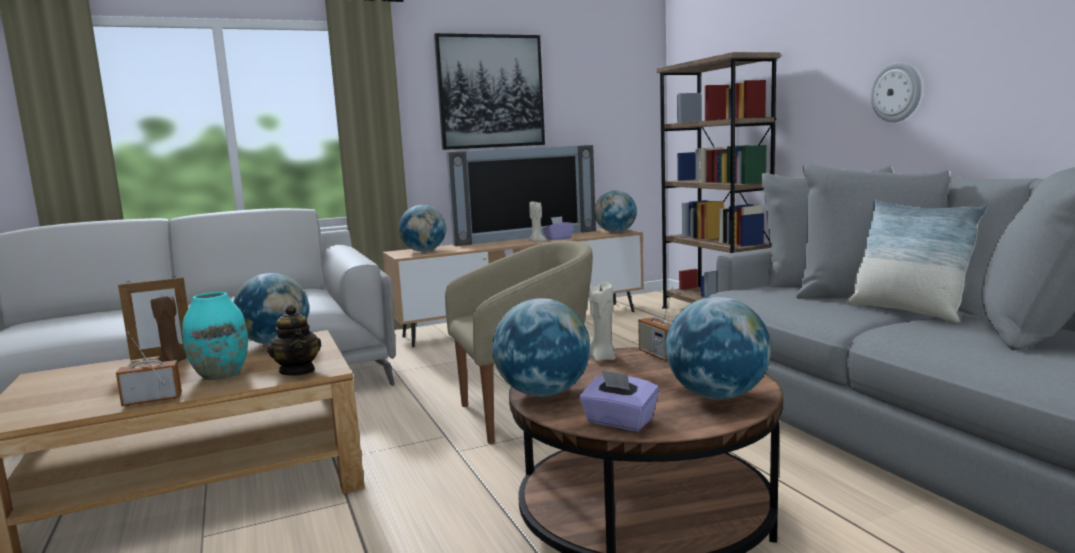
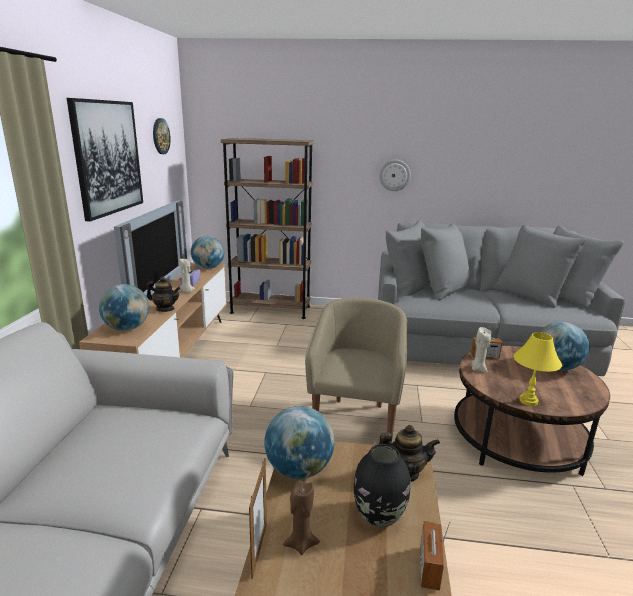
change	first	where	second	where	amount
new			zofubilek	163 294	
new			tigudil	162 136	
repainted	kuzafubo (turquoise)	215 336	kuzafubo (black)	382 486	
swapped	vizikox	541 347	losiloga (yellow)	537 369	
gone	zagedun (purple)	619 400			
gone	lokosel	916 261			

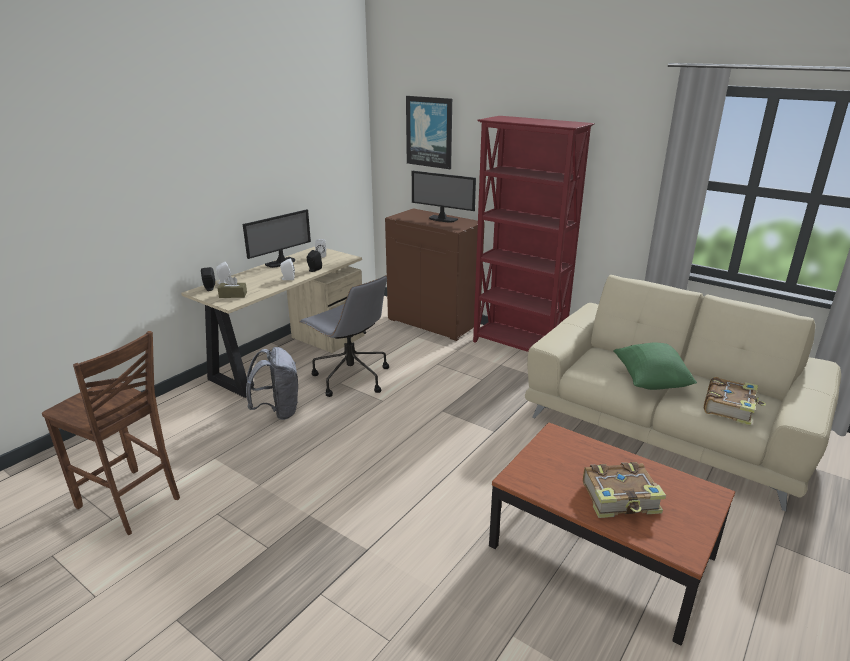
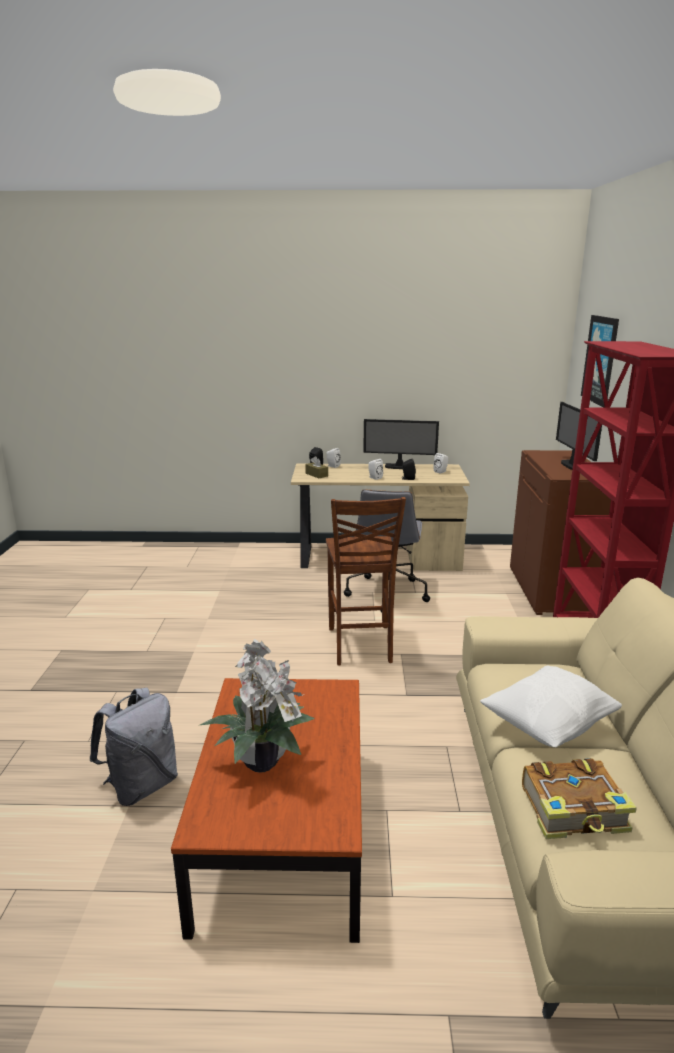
change	first	where	second	where	amount
shifted	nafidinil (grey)	272 383		134 746	
swapped	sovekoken	624 490	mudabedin	257 706	
shifted	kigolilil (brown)	111 433		366 581	
repainted	lokosel (green)	655 366	lokosel (white)	551 706	

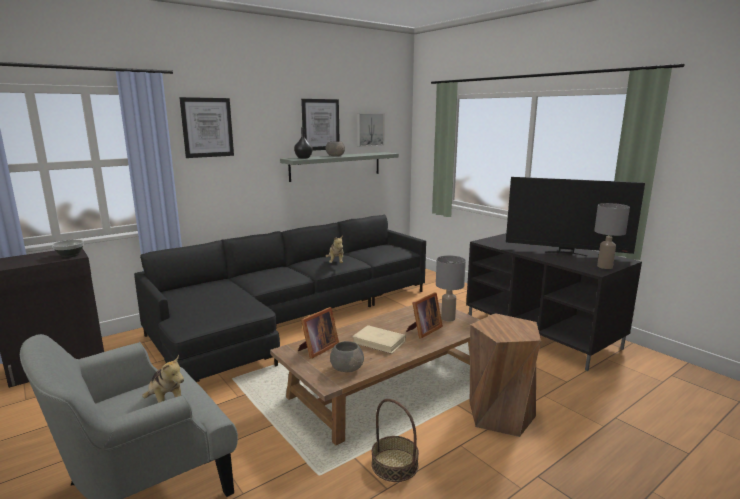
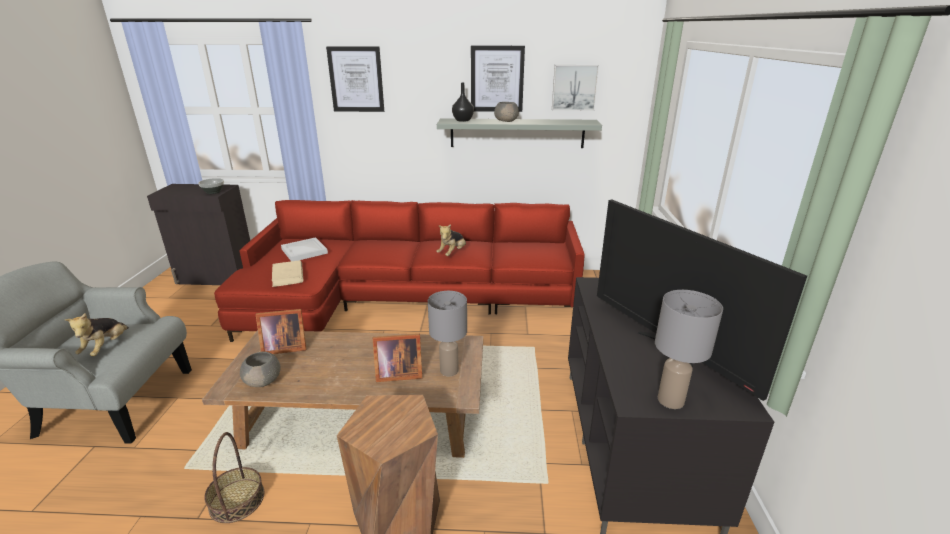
change	first	where	second	where	amount
repainted	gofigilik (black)	280 298	gofigilik (red)	399 271	
shifted	sovekoken (beige)	379 339		287 273	
new			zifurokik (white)	304 249	

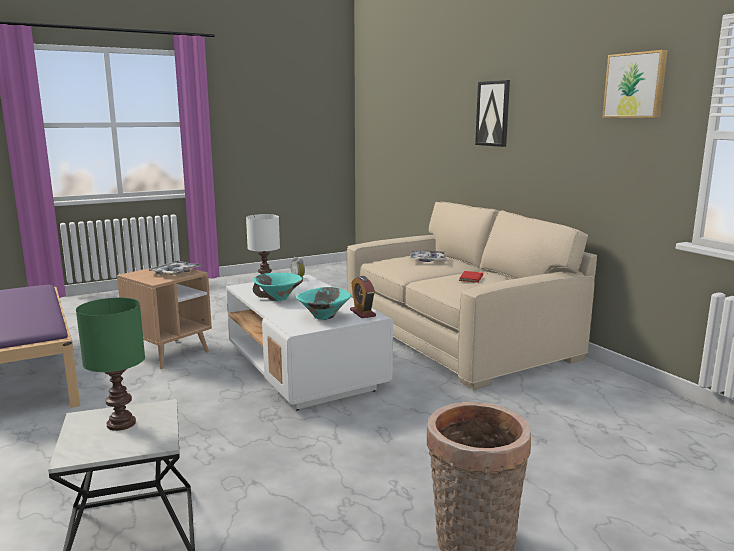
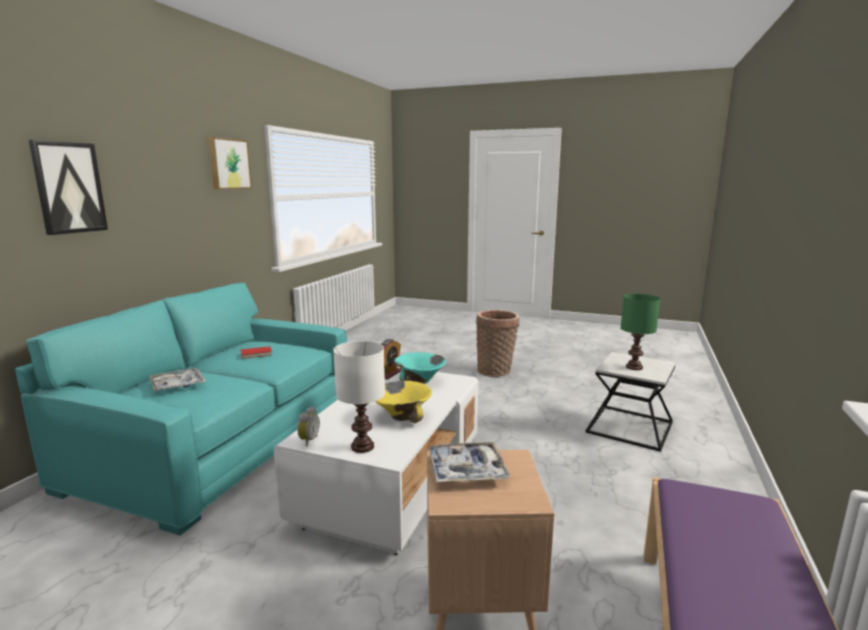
change	first	where	second	where	amount
repainted	gofigilik (beige)	472 296	gofigilik (turquoise)	181 409	
repainted	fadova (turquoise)	278 287	fadova (yellow)	403 402	

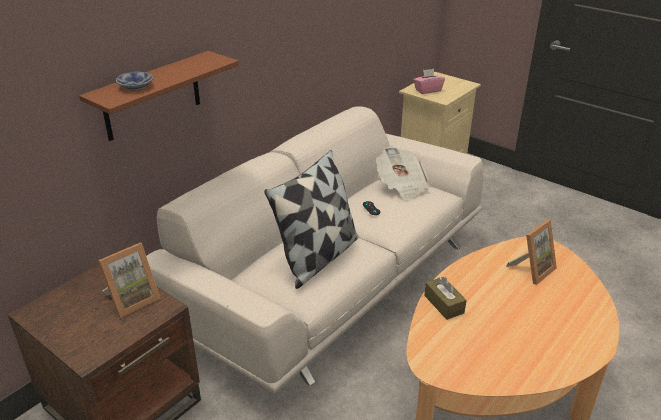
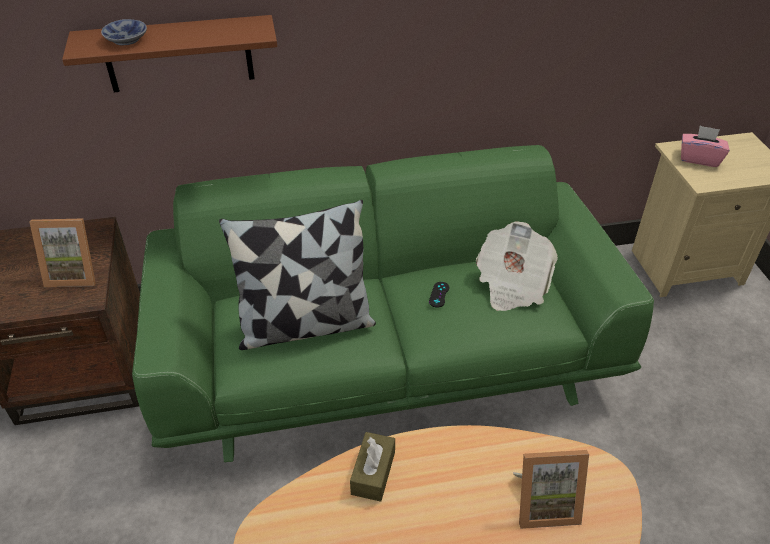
change	first	where	second	where	amount
repainted	gofigilik (white)	314 249	gofigilik (green)	393 303	

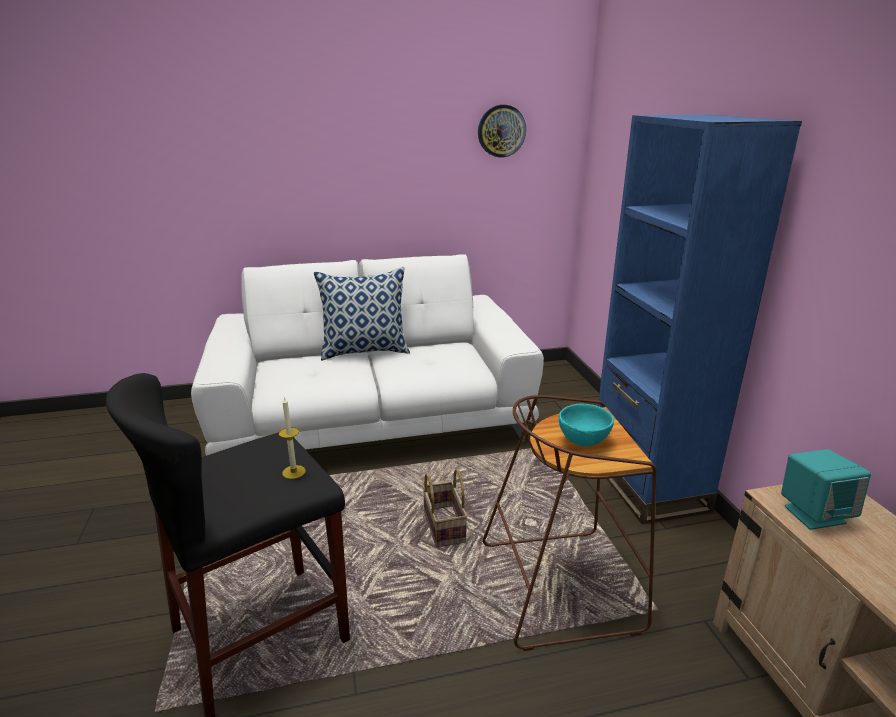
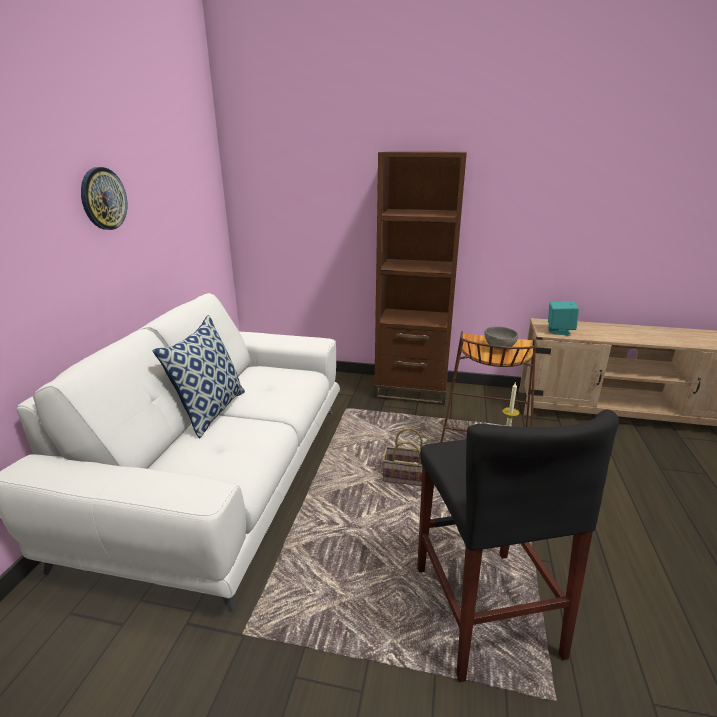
change	first	where	second	where	amount
shifted	tigudil	502 131		104 198	
repainted	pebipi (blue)	700 319	pebipi (brown)	420 278	
repainted	fadova (turquoise)	586 425	fadova (grey)	501 338	

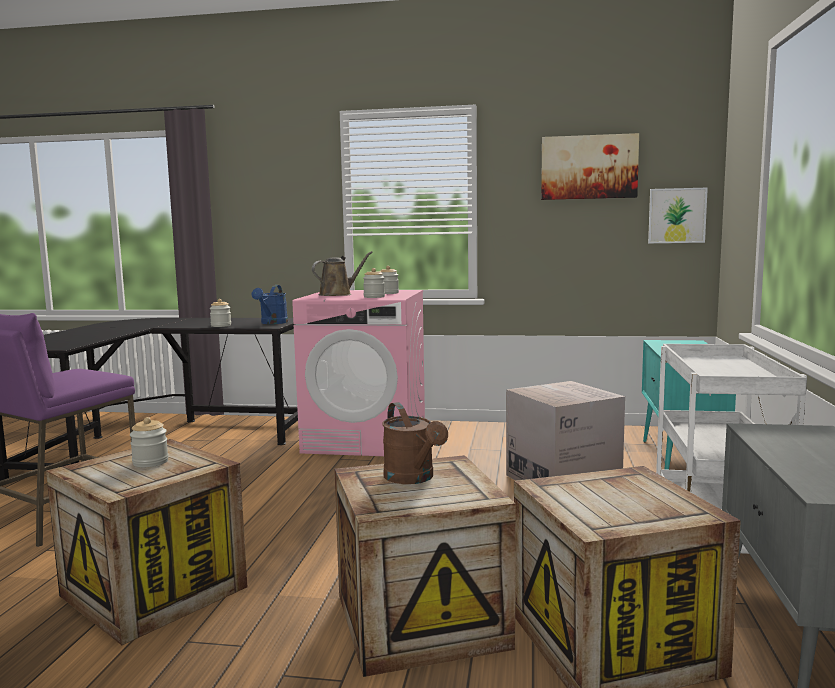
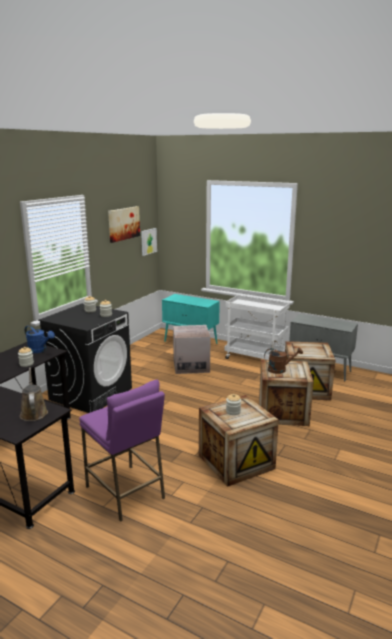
change	first	where	second	where	amount
shifted	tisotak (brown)	342 273		34 394	
repainted	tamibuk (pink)	358 373	tamibuk (black)	85 358	

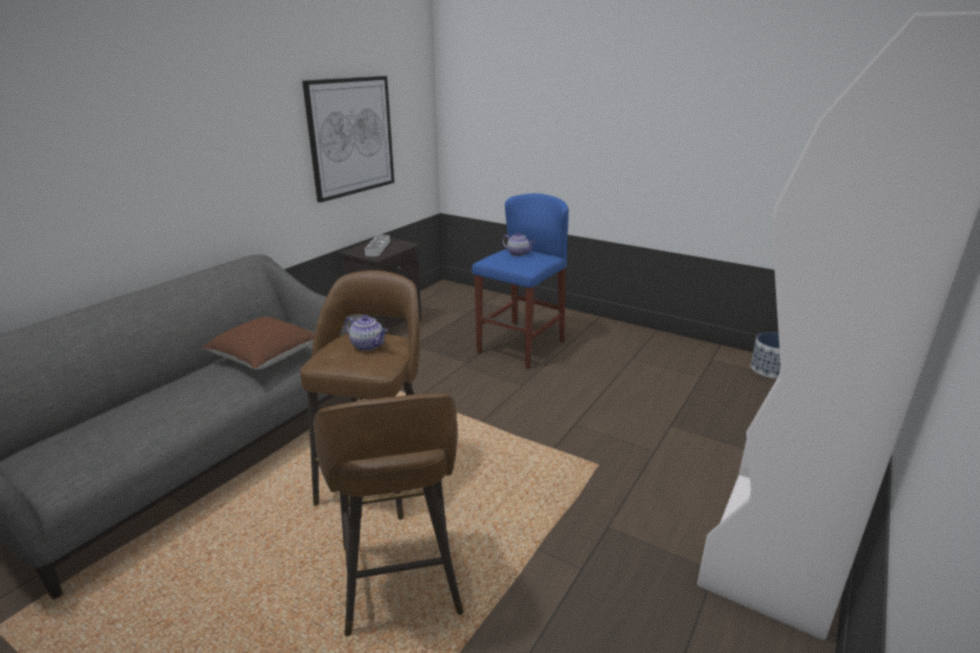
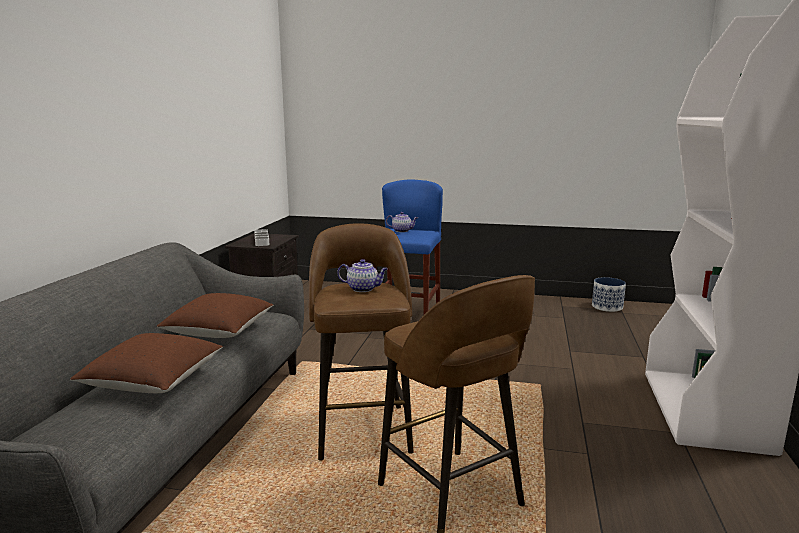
change	first	where	second	where	amount
new			lokosel (brown)	146 363	
gone	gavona	348 139			

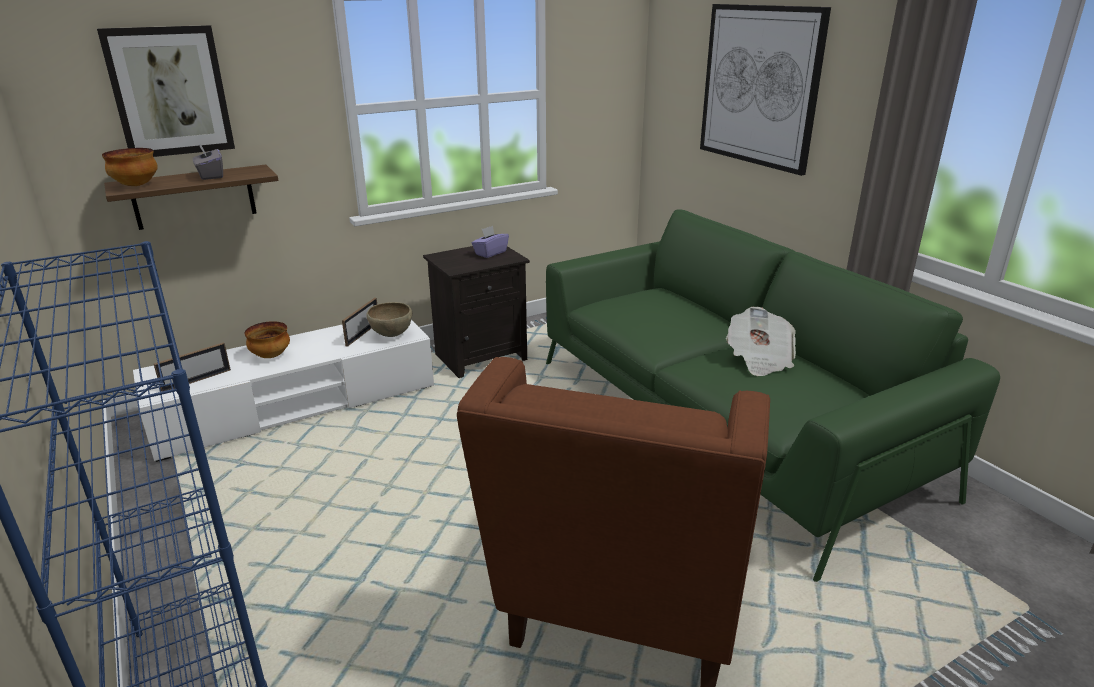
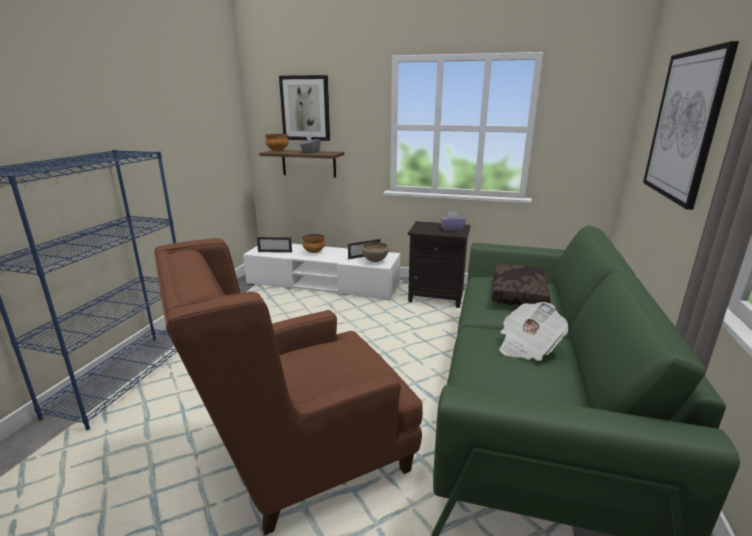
change	first	where	second	where	amount
new			lokosel (brown)	521 285	

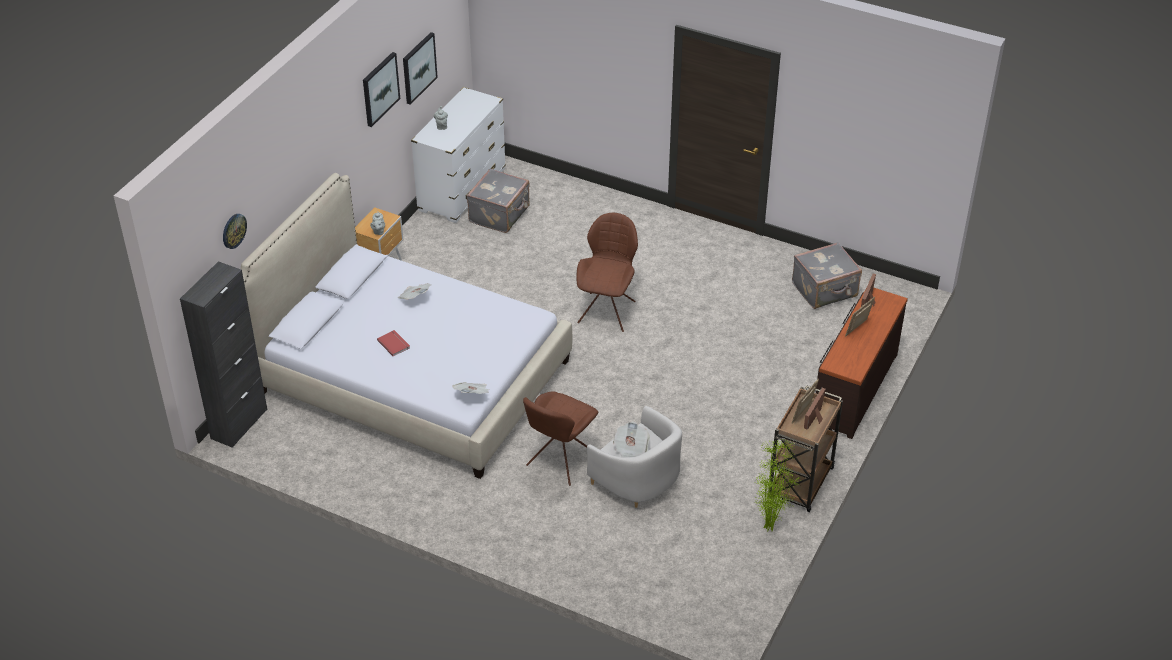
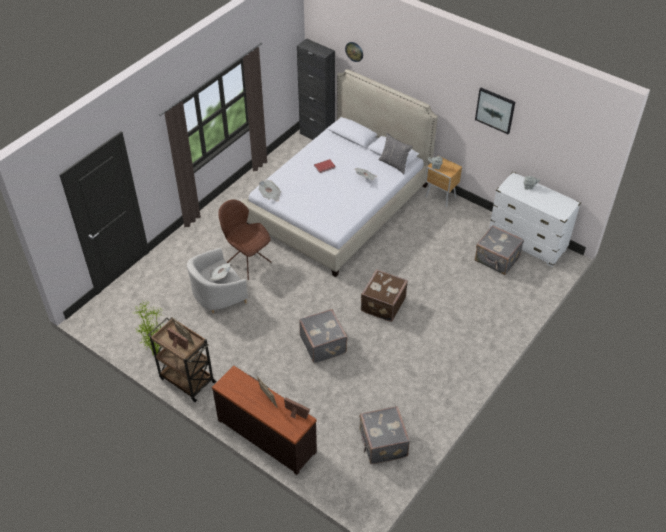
change	first	where	second	where	amount
new			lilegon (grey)	323 336	
swapped	kigolilil (brown)	607 272	lilegon (brown)	384 295	
new			lokosel (grey)	396 153	
gone	gavona	420 68			

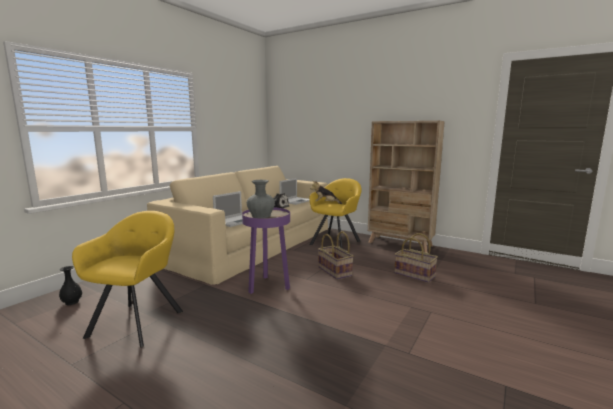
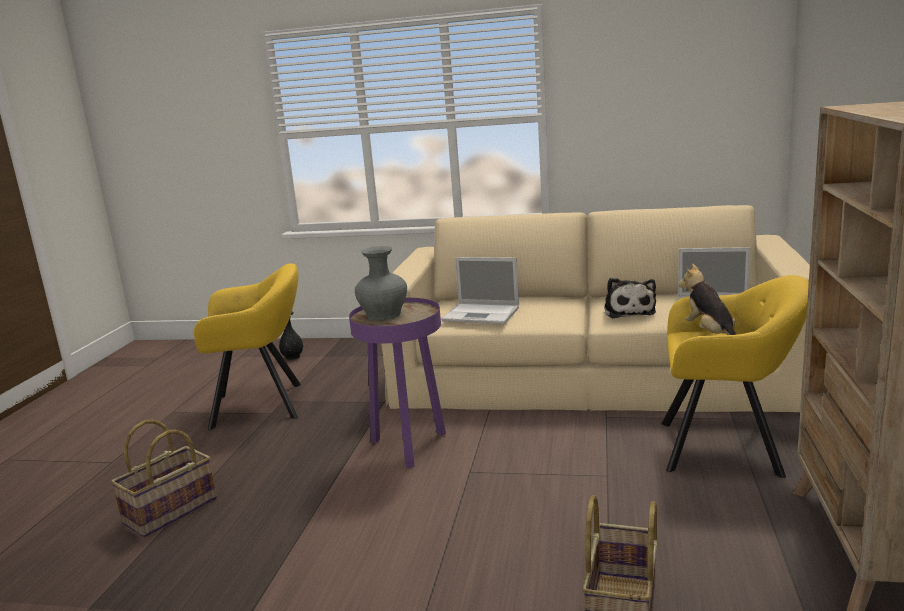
change	first	where	second	where	amount
shifted	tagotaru	336 255		164 478	

